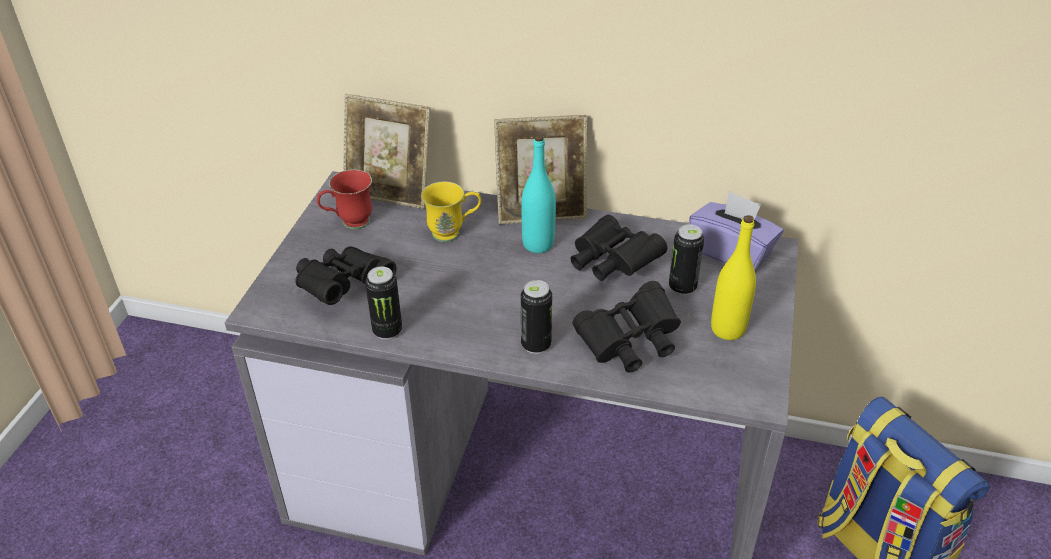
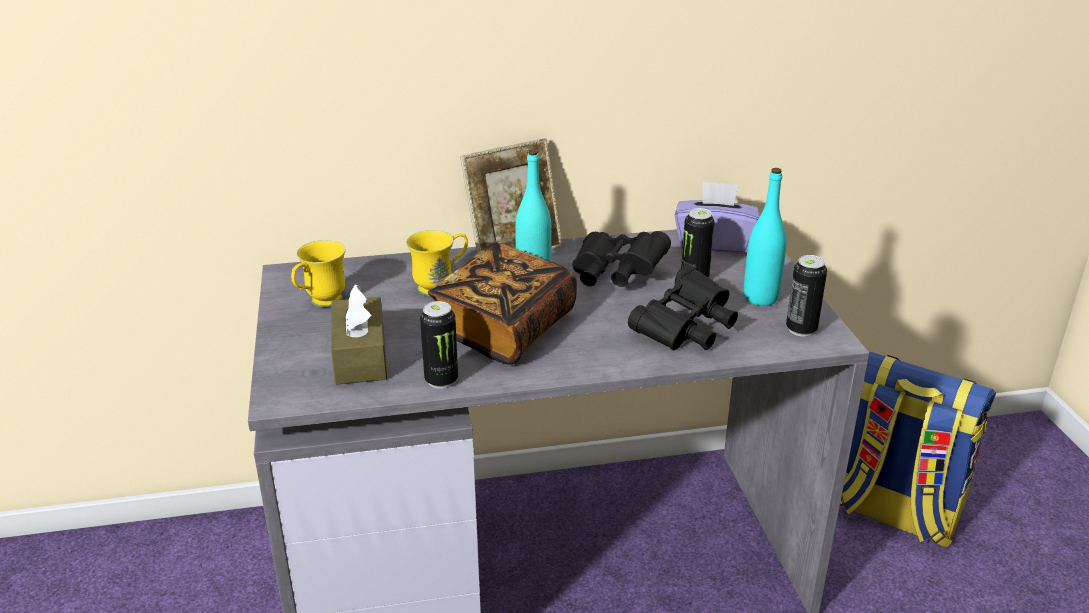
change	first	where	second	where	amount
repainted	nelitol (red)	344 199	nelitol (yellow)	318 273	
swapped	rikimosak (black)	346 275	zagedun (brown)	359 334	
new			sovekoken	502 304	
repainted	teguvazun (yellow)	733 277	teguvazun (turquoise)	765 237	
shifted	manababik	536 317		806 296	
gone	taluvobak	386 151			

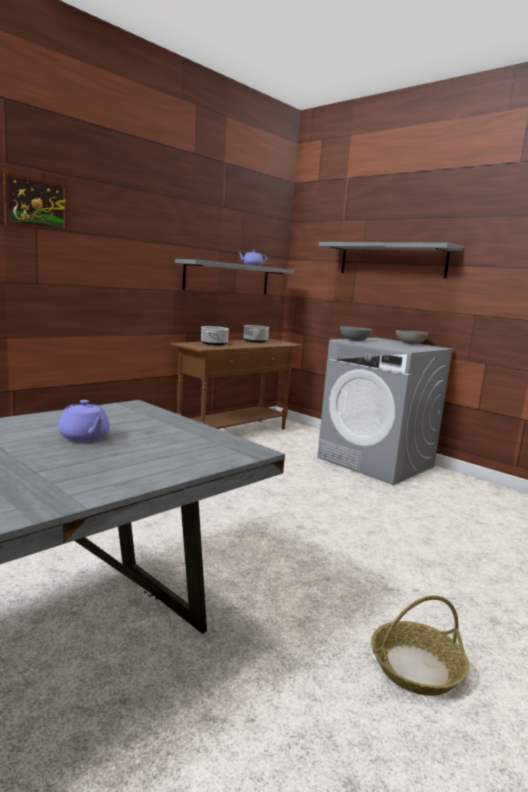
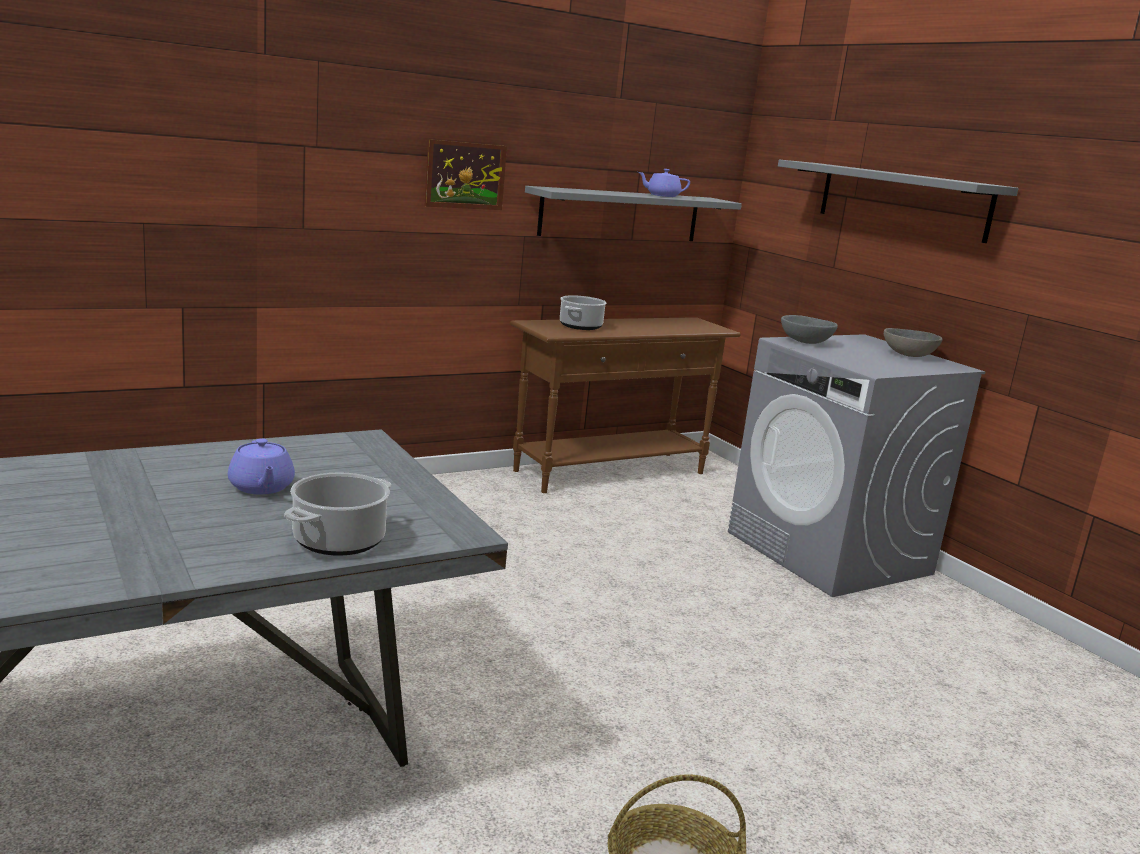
change	first	where	second	where	amount
shifted	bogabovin	256 334		337 514	
shifted	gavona	35 202		466 174	

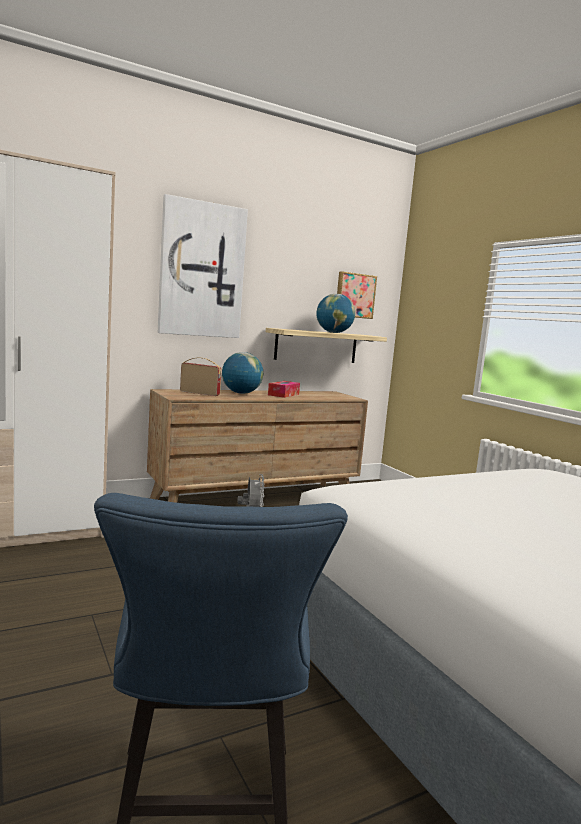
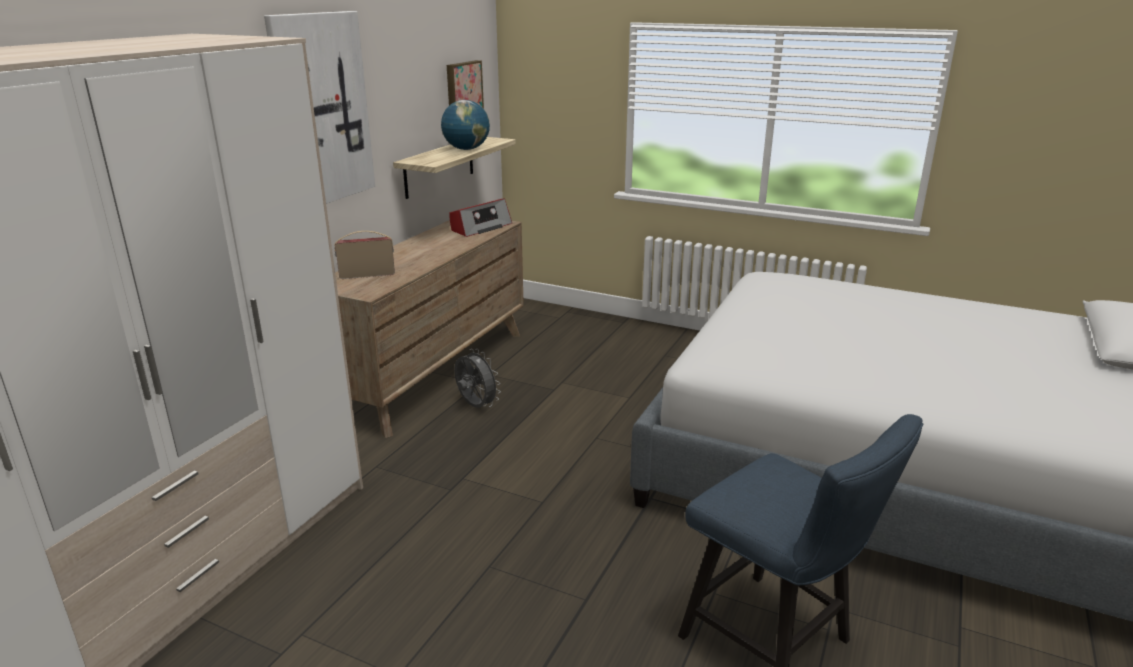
change	first	where	second	where	amount
new			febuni	480 217	
gone	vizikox	242 373			
gone	zagedun	284 389			

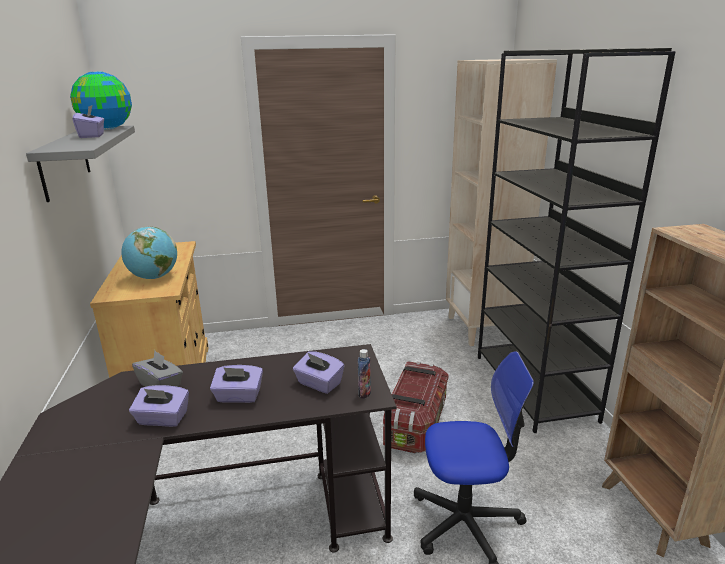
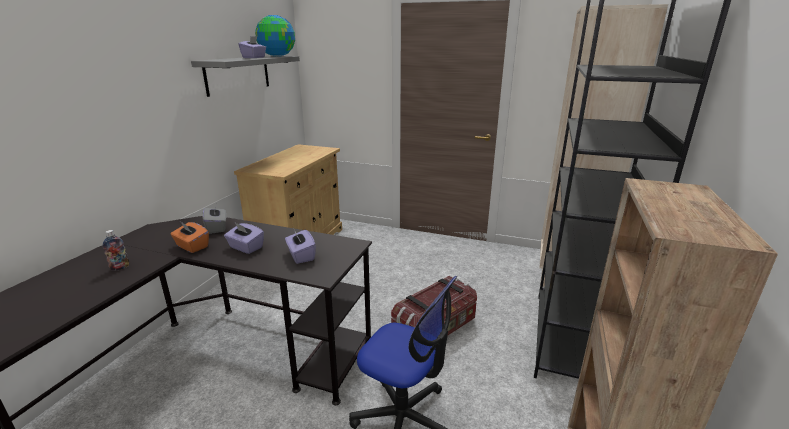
change	first	where	second	where	amount
shifted	teguvazun	364 374		116 250	
repainted	zagedun (purple)	159 406	zagedun (orange)	189 237	
gone	vizikox	149 253			

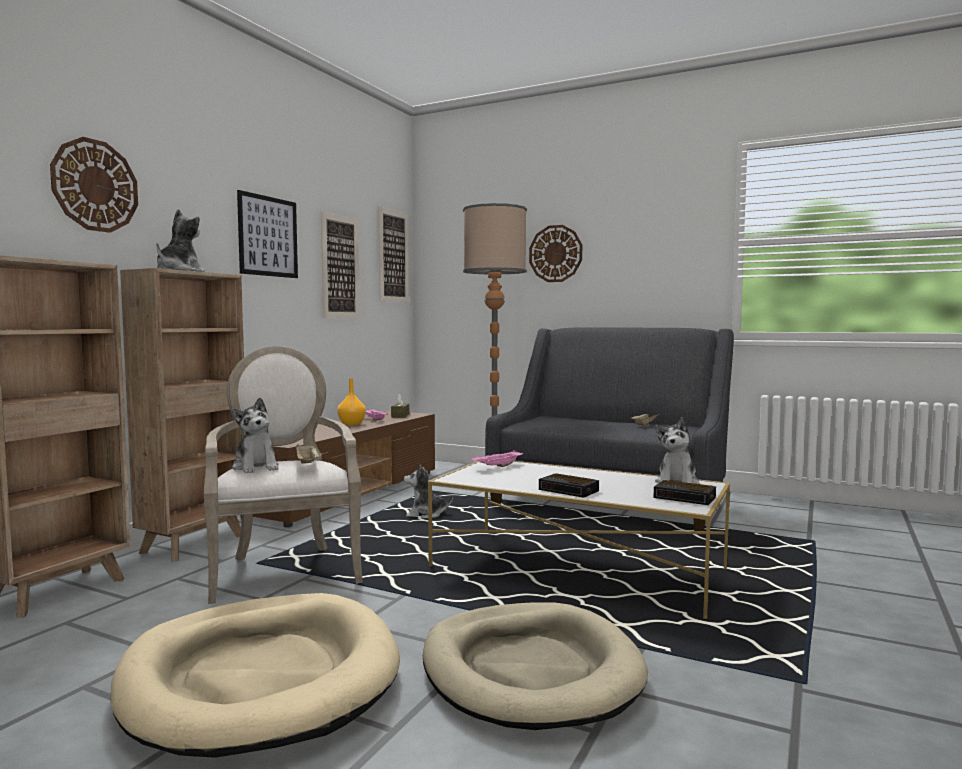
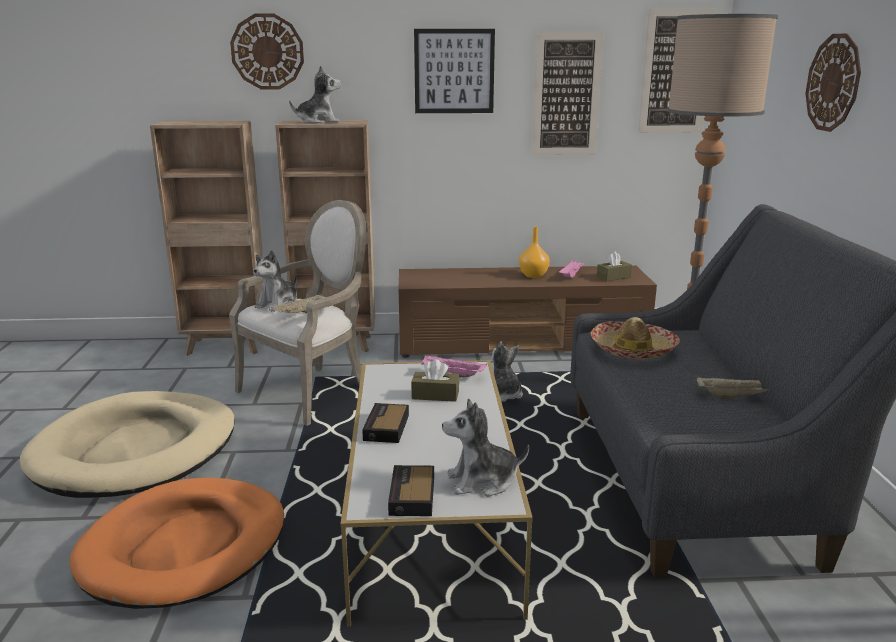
change	first	where	second	where	amount
repainted	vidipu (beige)	535 666	vidipu (orange)	177 543	
new			zagedun (brown)	435 380	
new			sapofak	635 338	

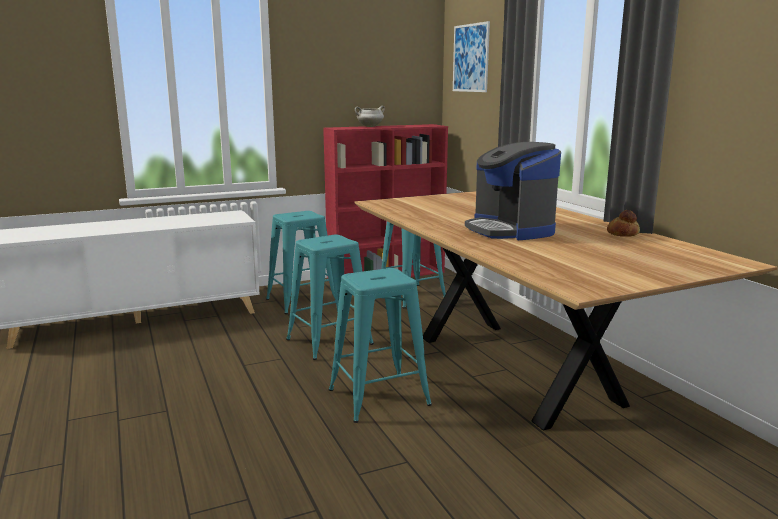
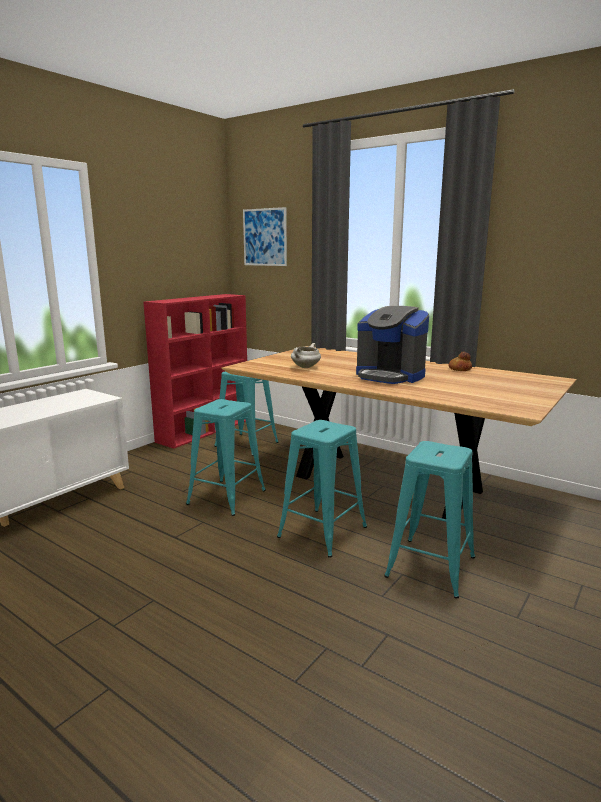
change	first	where	second	where	amount
shifted	bogabovin (white)	370 116		306 355	
shifted	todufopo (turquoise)	301 262		429 520	

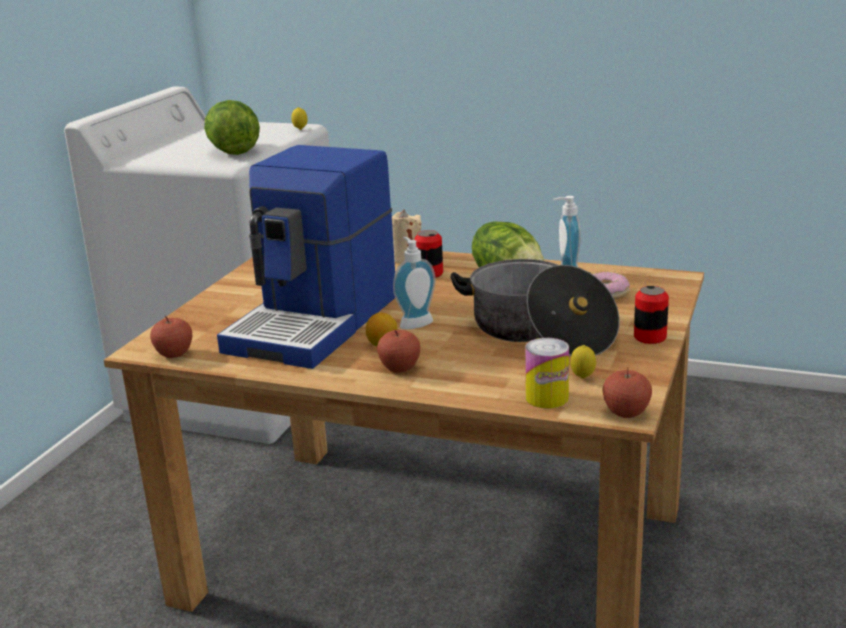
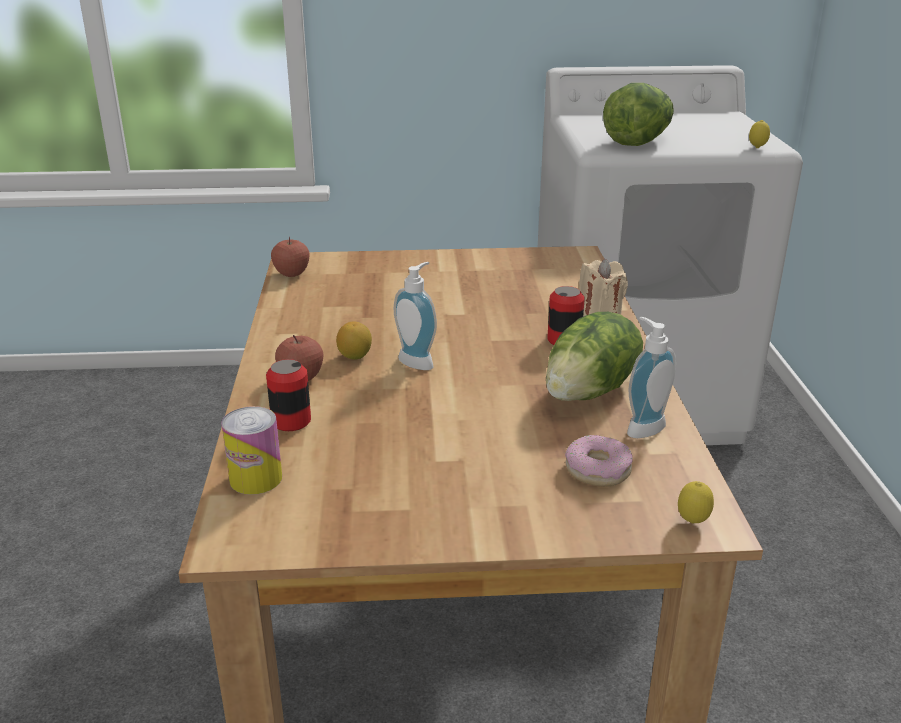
change	first	where	second	where	amount
shifted	manababik	651 315		288 395	
shifted	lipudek	583 362		696 502	
gone	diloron	306 257			
gone	bogabovin	535 307			
gone	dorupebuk	627 393			

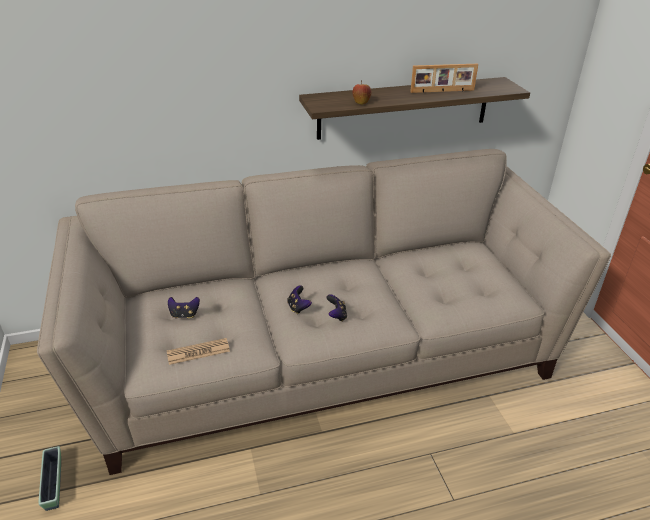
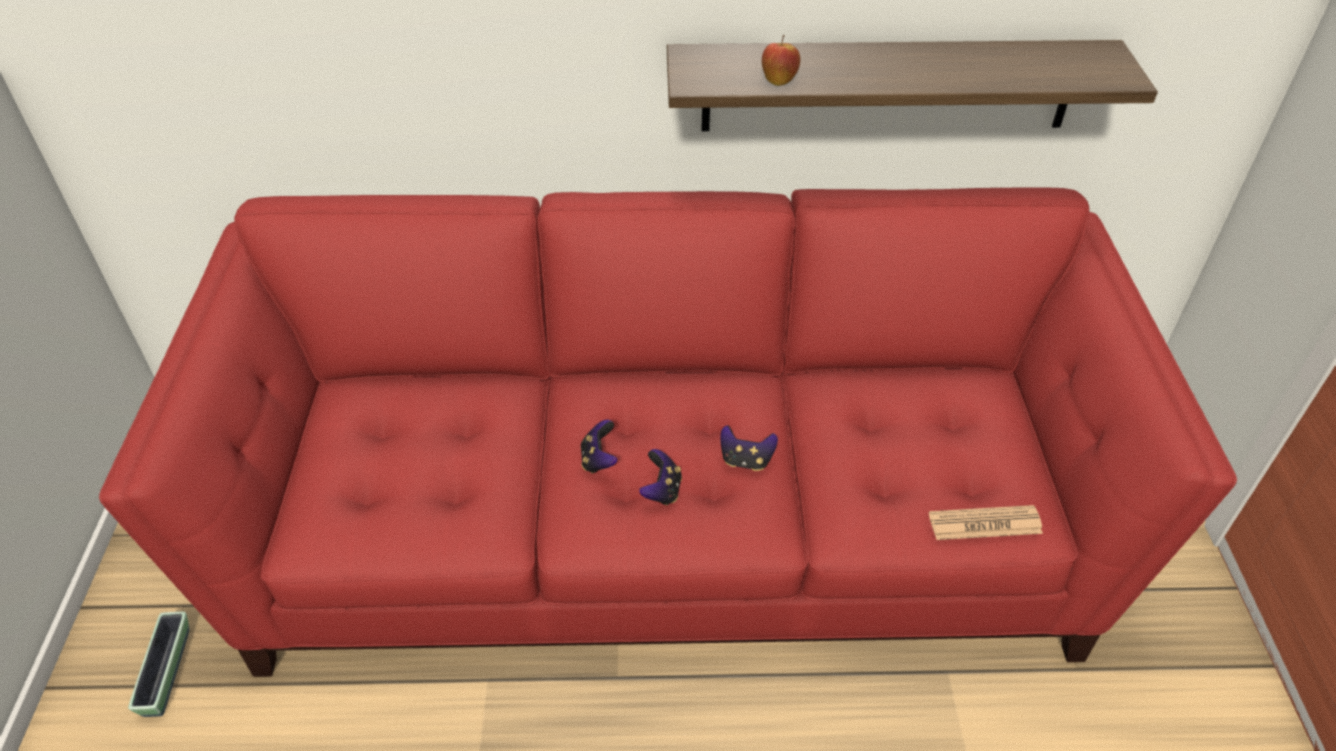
change	first	where	second	where	amount
repainted	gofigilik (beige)	324 312	gofigilik (red)	668 432	
shifted	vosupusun	184 307		749 448	
shifted	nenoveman	198 351		986 522	
gone	taluvobak	444 78			

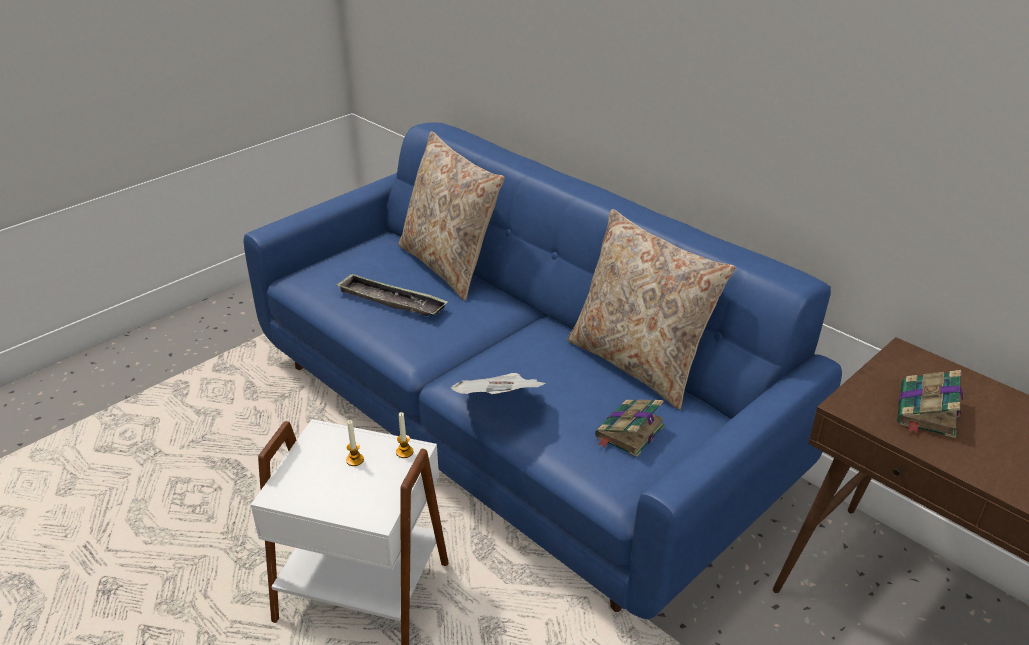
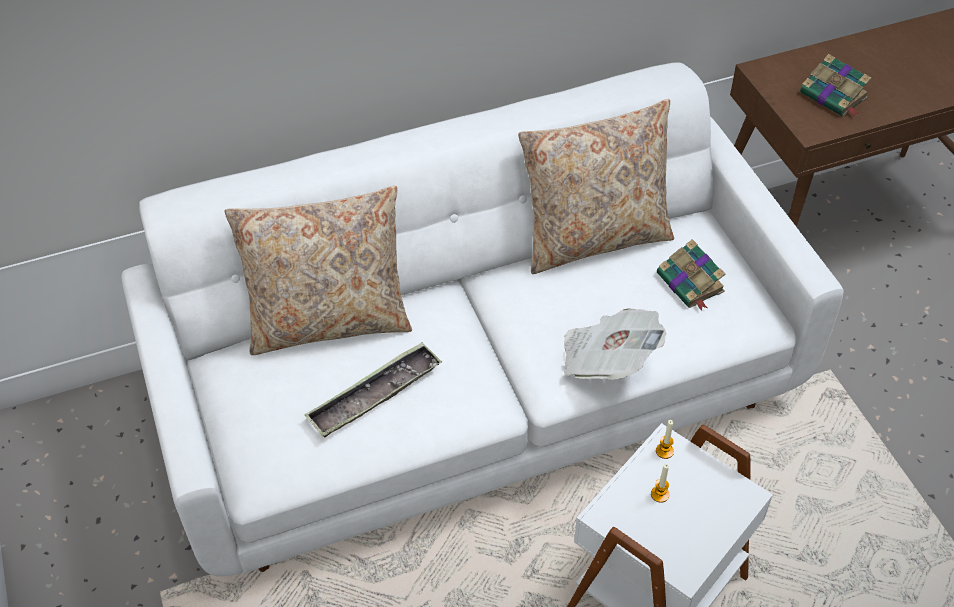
change	first	where	second	where	amount
repainted	gofigilik (blue)	543 371	gofigilik (white)	482 319	

